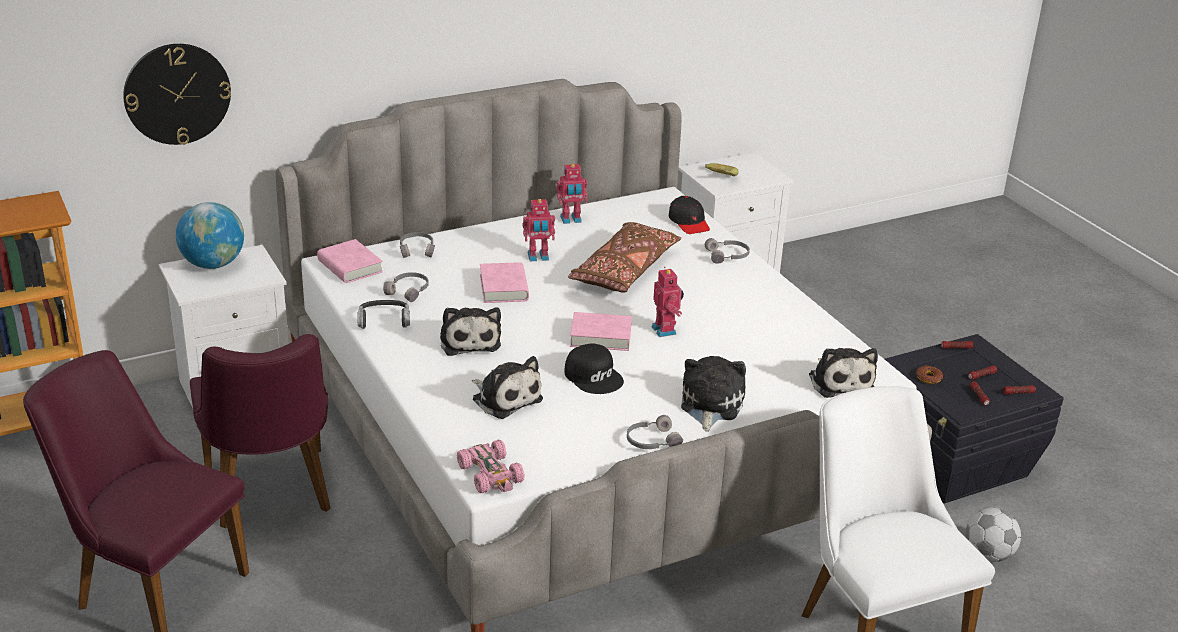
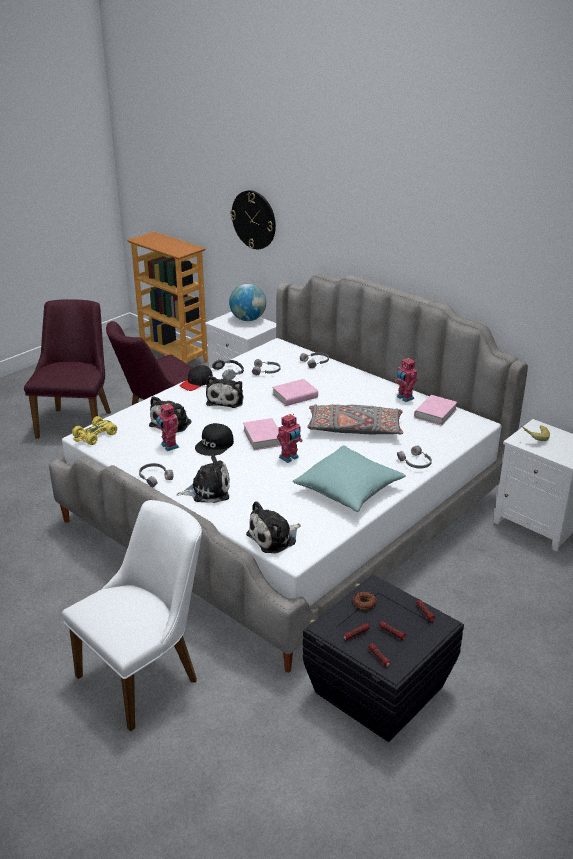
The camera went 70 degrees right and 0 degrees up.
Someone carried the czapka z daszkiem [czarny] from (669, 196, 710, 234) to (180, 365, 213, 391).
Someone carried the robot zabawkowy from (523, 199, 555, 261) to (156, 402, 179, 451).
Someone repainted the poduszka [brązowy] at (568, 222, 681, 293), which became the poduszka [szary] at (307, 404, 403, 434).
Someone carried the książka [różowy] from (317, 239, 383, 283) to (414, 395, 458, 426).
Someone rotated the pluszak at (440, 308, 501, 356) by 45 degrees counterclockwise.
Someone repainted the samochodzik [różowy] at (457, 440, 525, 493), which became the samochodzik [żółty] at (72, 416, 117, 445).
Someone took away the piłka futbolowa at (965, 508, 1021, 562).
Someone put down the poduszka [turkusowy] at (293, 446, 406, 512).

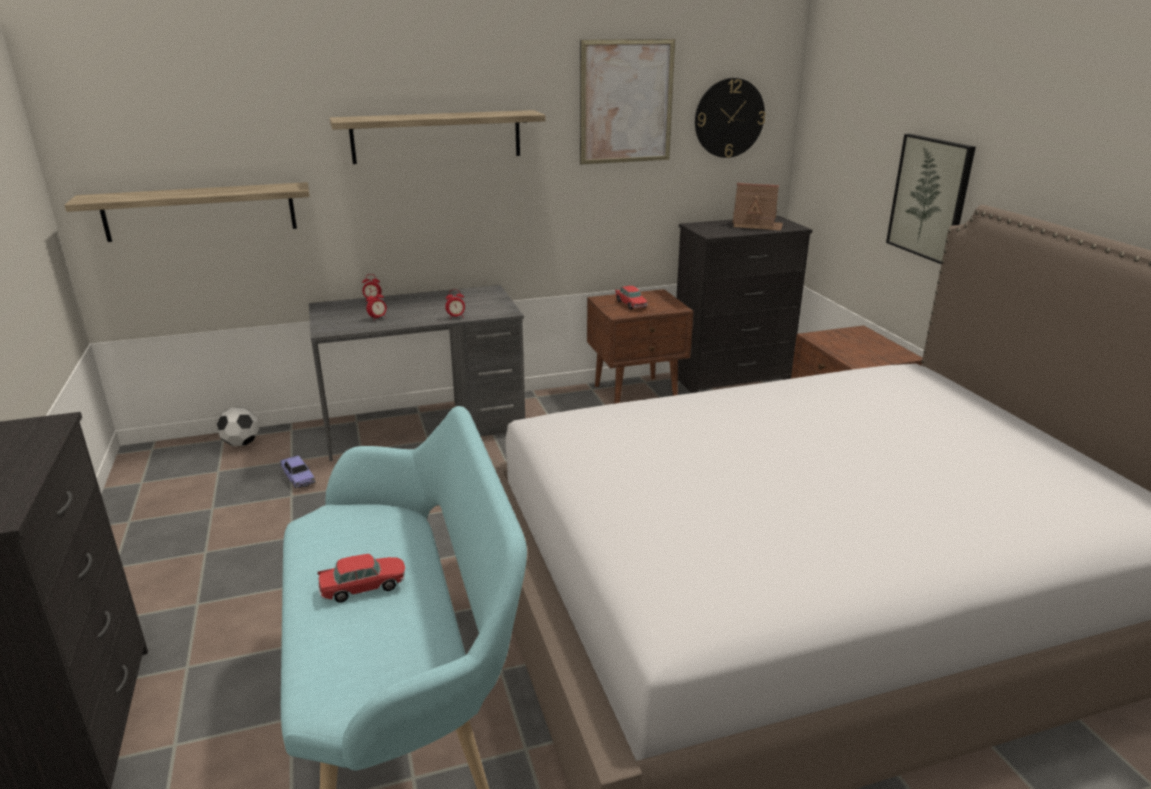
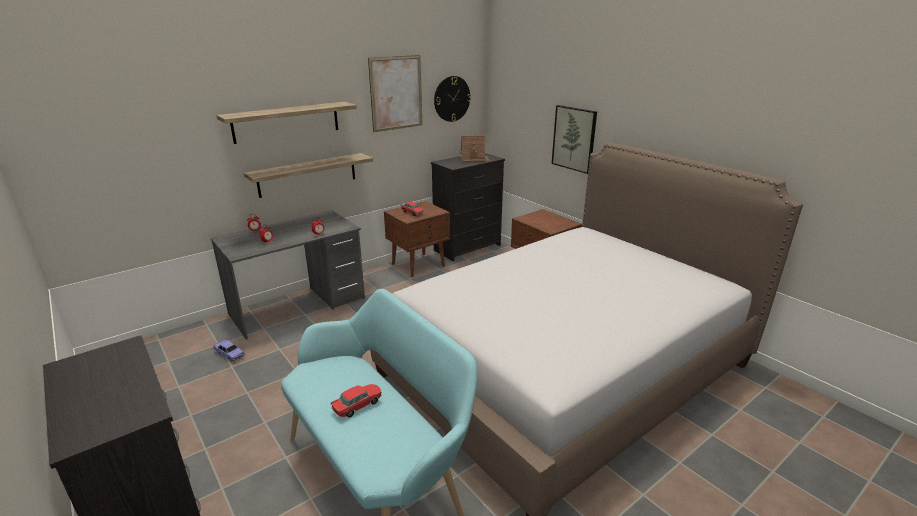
The camera went 20 degrees left and 0 degrees up.
Someone carried the półka from (64, 182, 310, 242) to (244, 153, 373, 198).
Someone took away the piłka futbolowa at (217, 407, 259, 446).

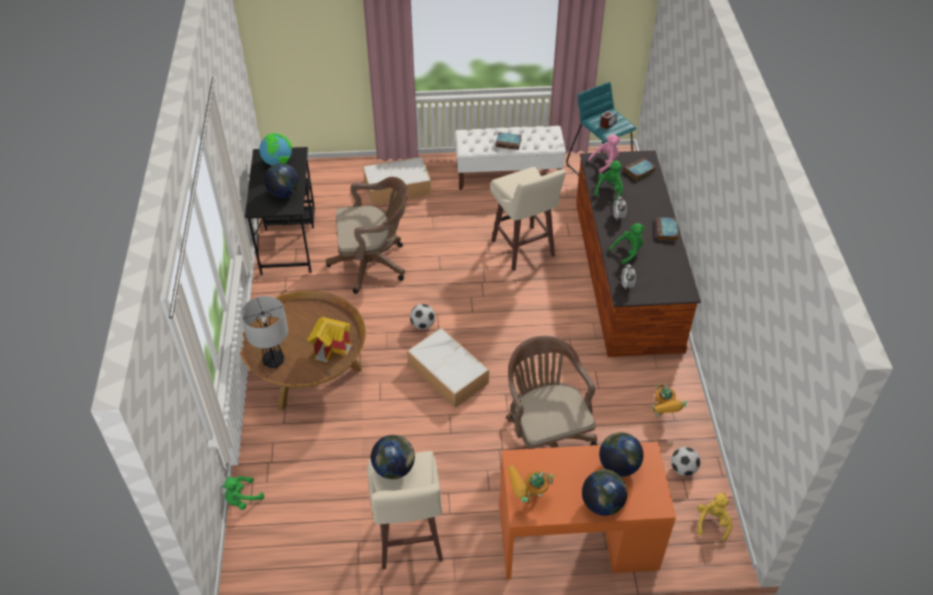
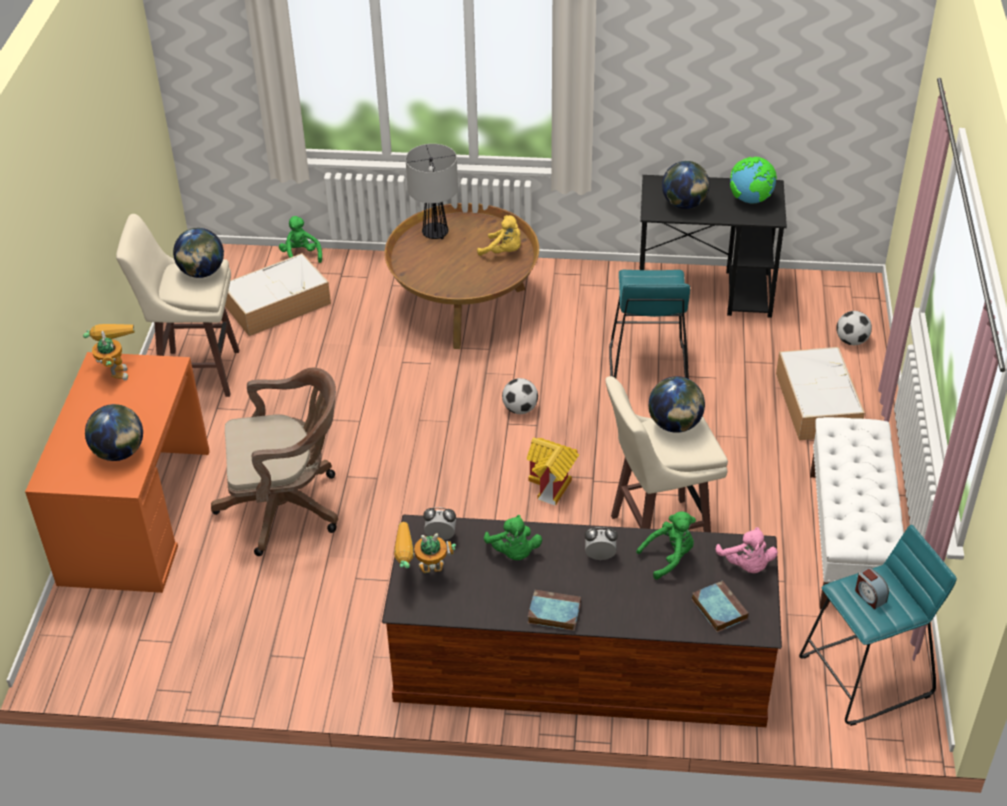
The camera went 100 degrees right and 5 degrees down.
Someone took away the książka at (495, 132, 522, 150).
Someone rotated the pluszak [zielony] at (594, 160, 624, 202) by 60 degrees counterclockwise.
Someone swapped the krzesło biurowe [brązowy] at (326, 177, 408, 294) for the stołek [turkusowy] at (609, 270, 690, 379).
Someone carried the domek from (307, 317, 351, 363) to (527, 437, 579, 506).
Someone carried the pojemnik do przechowywania from (407, 328, 489, 408) to (225, 253, 331, 336).
Someone carried the robot zabawkowy from (651, 384, 687, 417) to (394, 522, 456, 573).
Someone carried the piłka futbolowa from (671, 447, 701, 476) to (836, 311, 872, 345).
Someone carried the globus from (582, 469, 627, 516) to (648, 376, 705, 433).
Someone carried the pluszak [żółty] from (697, 492, 732, 542) to (477, 215, 521, 256).

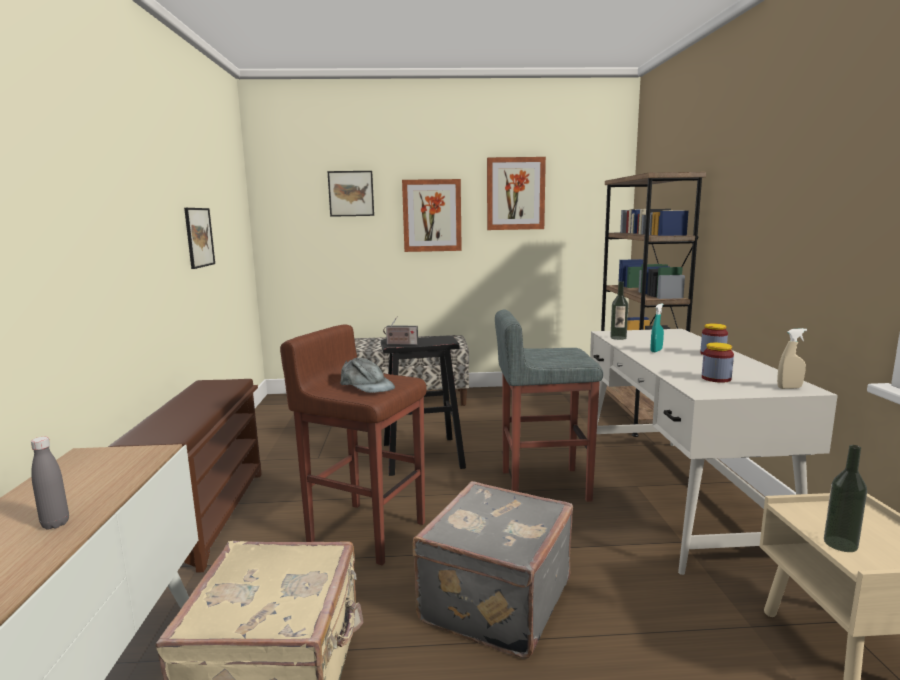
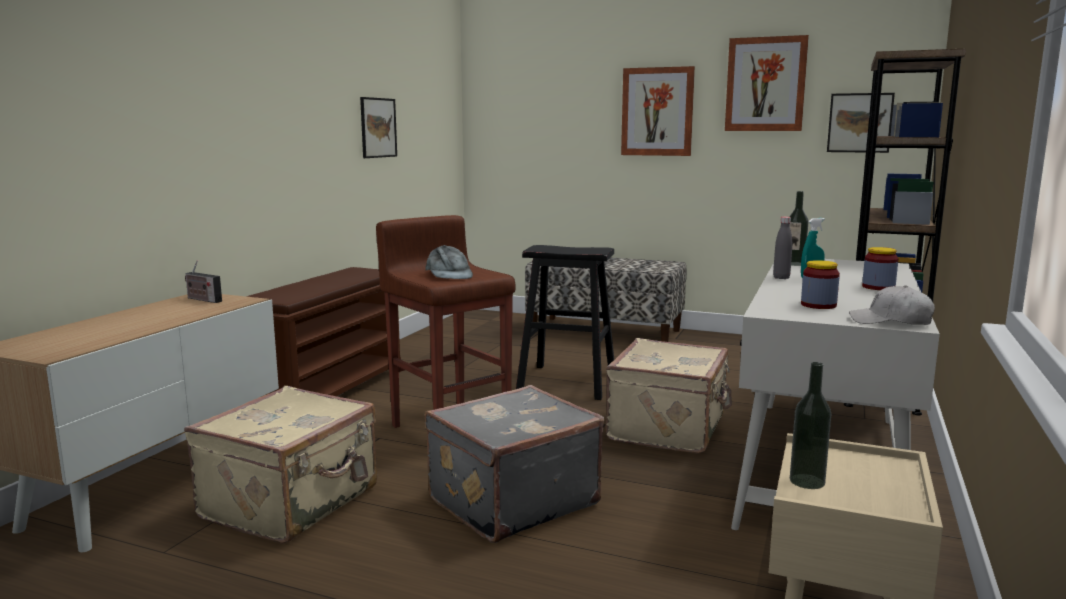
The camera went 25 degrees right and 0 degrees up.
Someone carried the obraz from (327, 171, 374, 217) to (827, 93, 895, 153).
Someone swapped the stołek [szary] at (495, 310, 603, 502) for the walizka [beżowy] at (605, 338, 732, 454).
Someone carried the radio from (383, 316, 418, 345) to (185, 260, 222, 303).
Someone swapped the spryskiwacz [beżowy] at (777, 328, 807, 389) for the czapka z daszkiem [biały] at (849, 285, 935, 325).
Someone carried the butelka [szary] from (31, 437, 69, 530) to (773, 217, 792, 279).

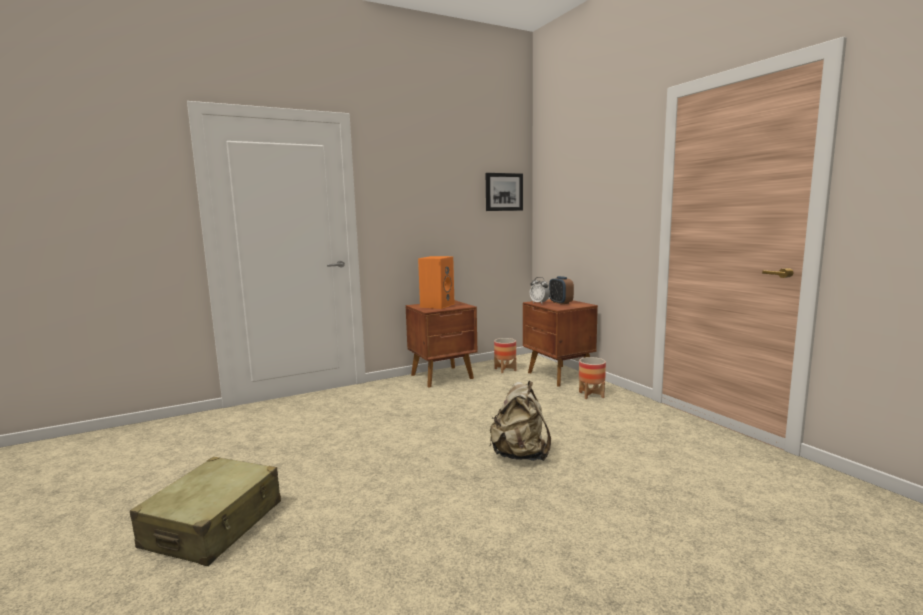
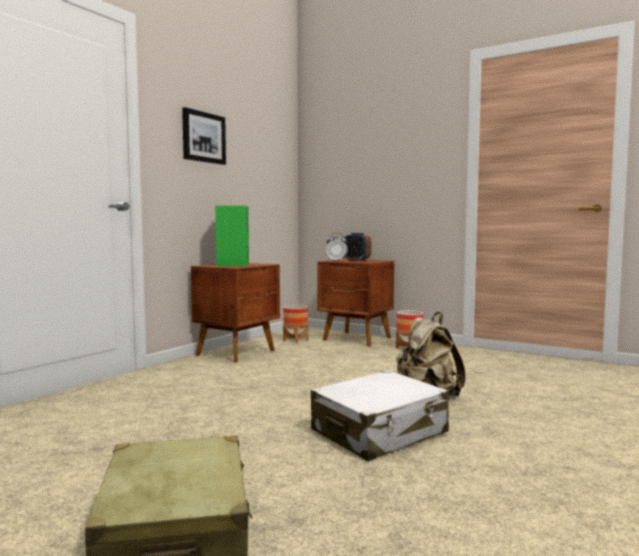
The camera went 30 degrees left and 5 degrees down.
Someone carried the obraz from (486, 173, 523, 211) to (182, 107, 226, 165).
Someone repainted the głośnik [pomarańczowy] at (418, 256, 455, 309), which became the głośnik [zielony] at (215, 206, 249, 266).
Someone put down the walizka [biały] at (311, 370, 449, 461).

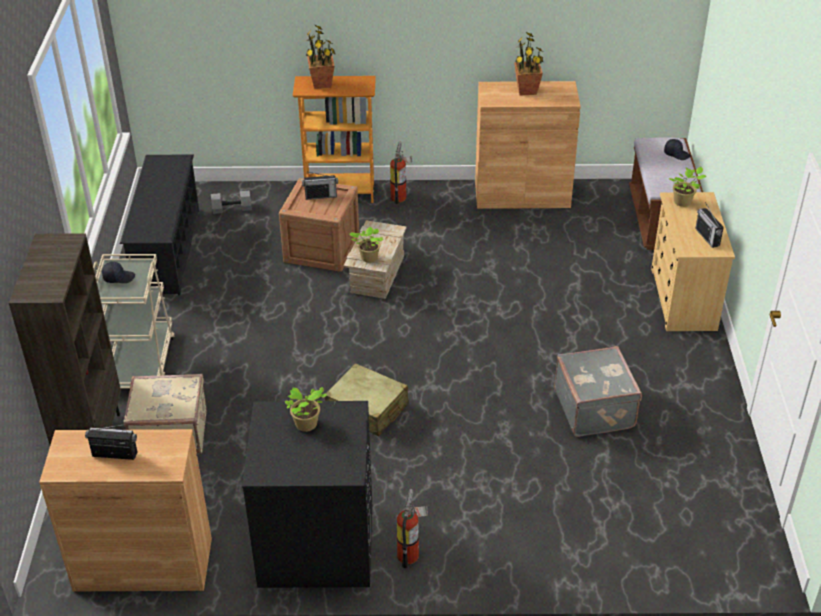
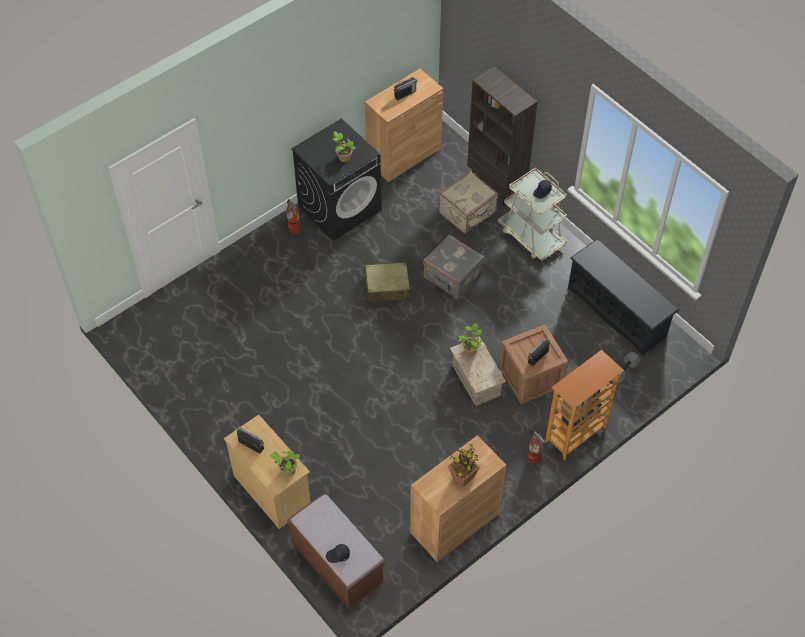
The camera went 140 degrees right and 15 degrees up.
Someone took away the roślina doniczkowa at (306, 25, 336, 89).
Someone carried the walizka [szary] from (554, 346, 642, 437) to (423, 235, 485, 300).

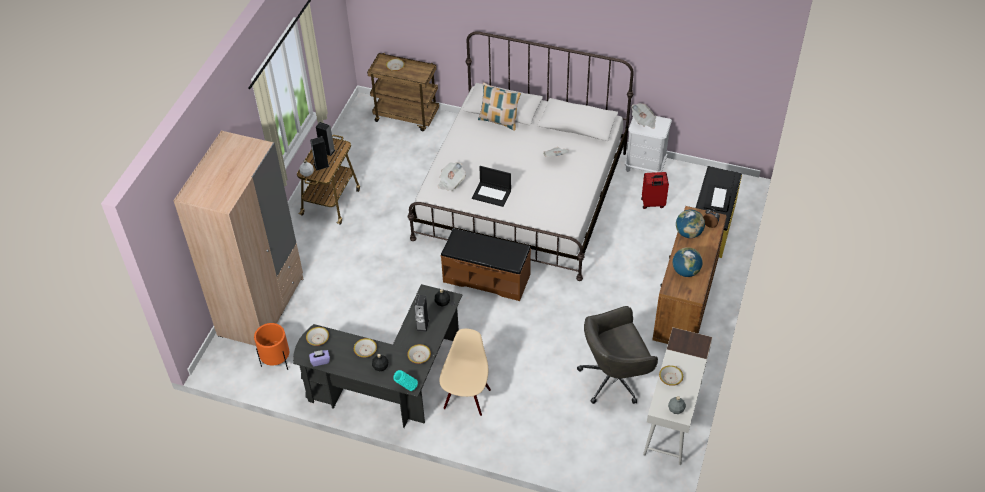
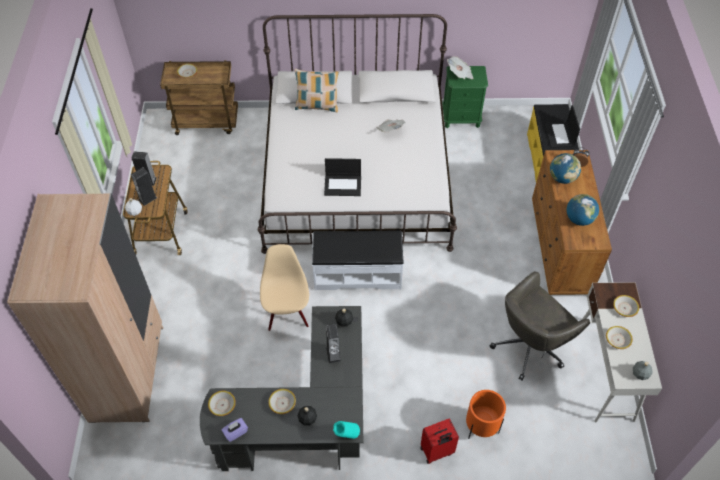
The camera went 20 degrees left and 5 degrees up.
Someone repainted the szafka nocna [biały] at (625, 116, 672, 173), which became the szafka nocna [zielony] at (442, 66, 488, 128).
Someone took away the gazeta at (438, 162, 466, 191).
Someone carried the walizka [czerwony] from (641, 172, 669, 209) to (420, 419, 459, 464).
Someone repainted the ławka [brązowy] at (441, 228, 531, 301), which became the ławka [biały] at (312, 230, 404, 290).
Someone carried the donica [pomarańczowy] from (254, 323, 289, 370) to (466, 390, 506, 439).
Someone carried the krzesło [beżowy] from (439, 329, 491, 416) to (260, 244, 309, 331).
Someone carried the miska from (407, 344, 431, 364) to (613, 295, 639, 317).

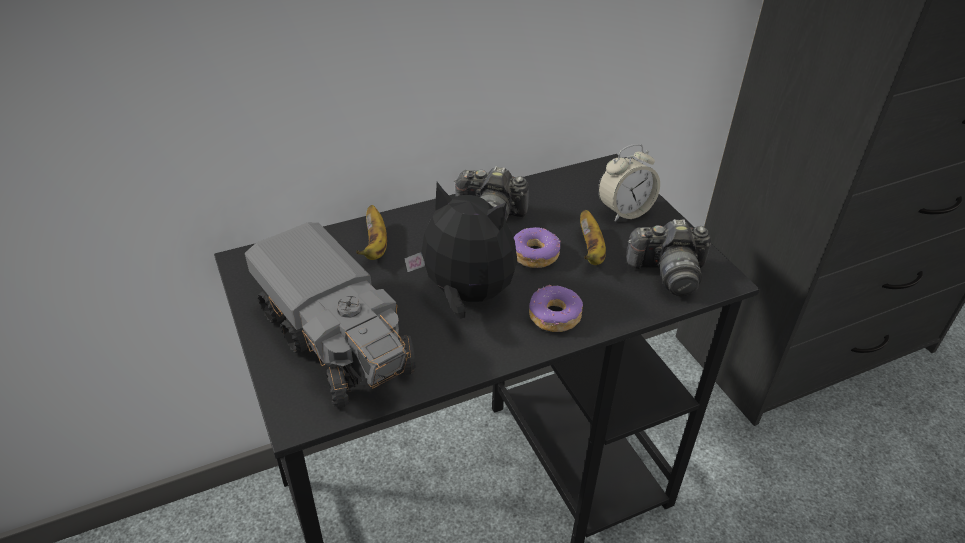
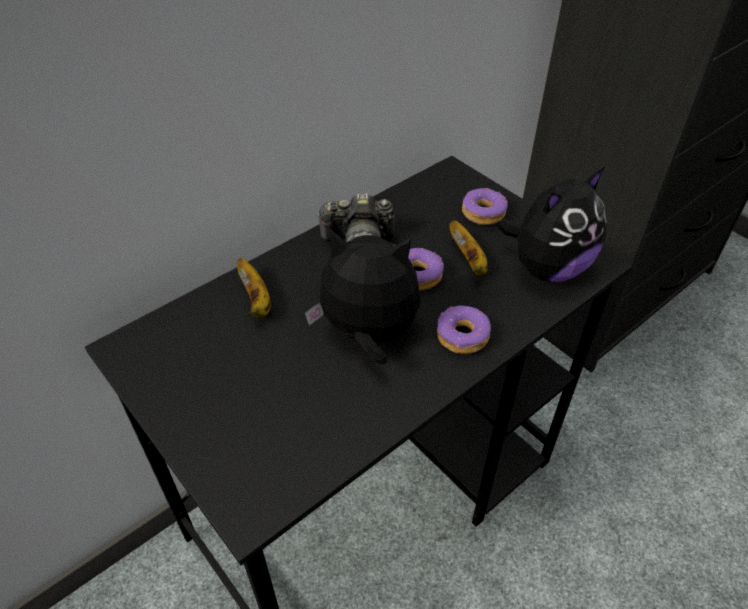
The camera went 15 degrees left and 5 degrees up.
Someone swapped the budzik at (598, 144, 660, 222) for the donut at (462, 188, 508, 225).
Someone swapped the aparat fotograficzny at (626, 219, 711, 296) for the pluszak at (498, 167, 607, 282).
Someone took away the ciężarówka zabawkowa at (245, 223, 416, 408).

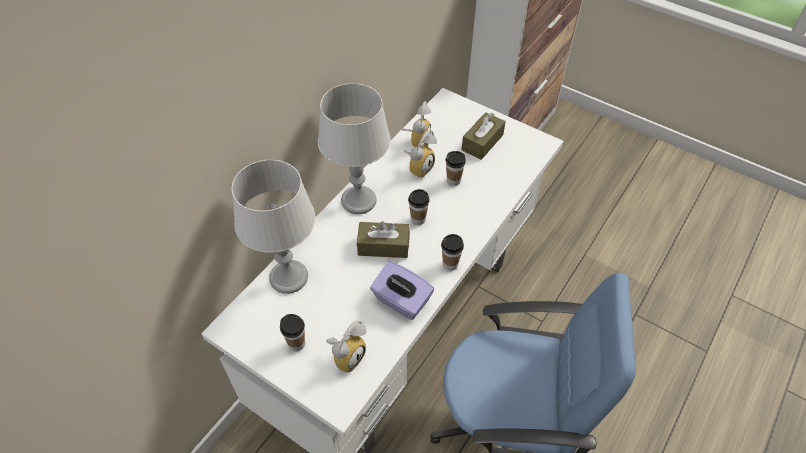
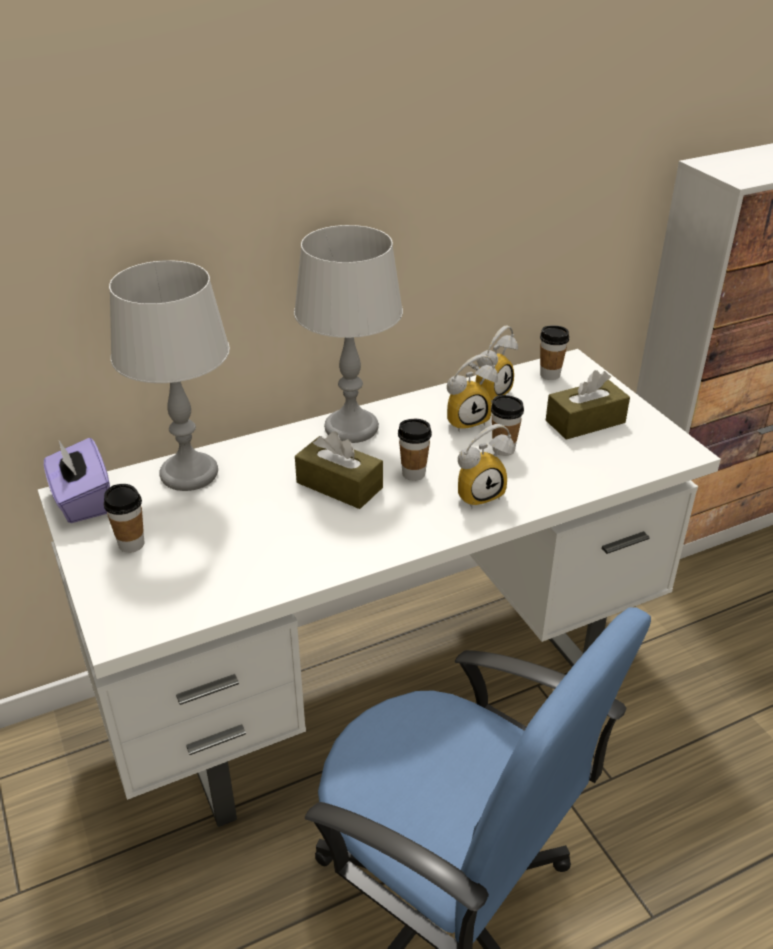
The camera went 30 degrees right and 15 degrees down.
Someone carried the filiżanka from (441, 234, 464, 271) to (540, 325, 569, 380).
Someone carried the pudełko chusteczek [fioletowy] from (370, 261, 434, 320) to (44, 438, 110, 523).
Someone carried the budzik from (326, 321, 367, 373) to (458, 424, 514, 508).

